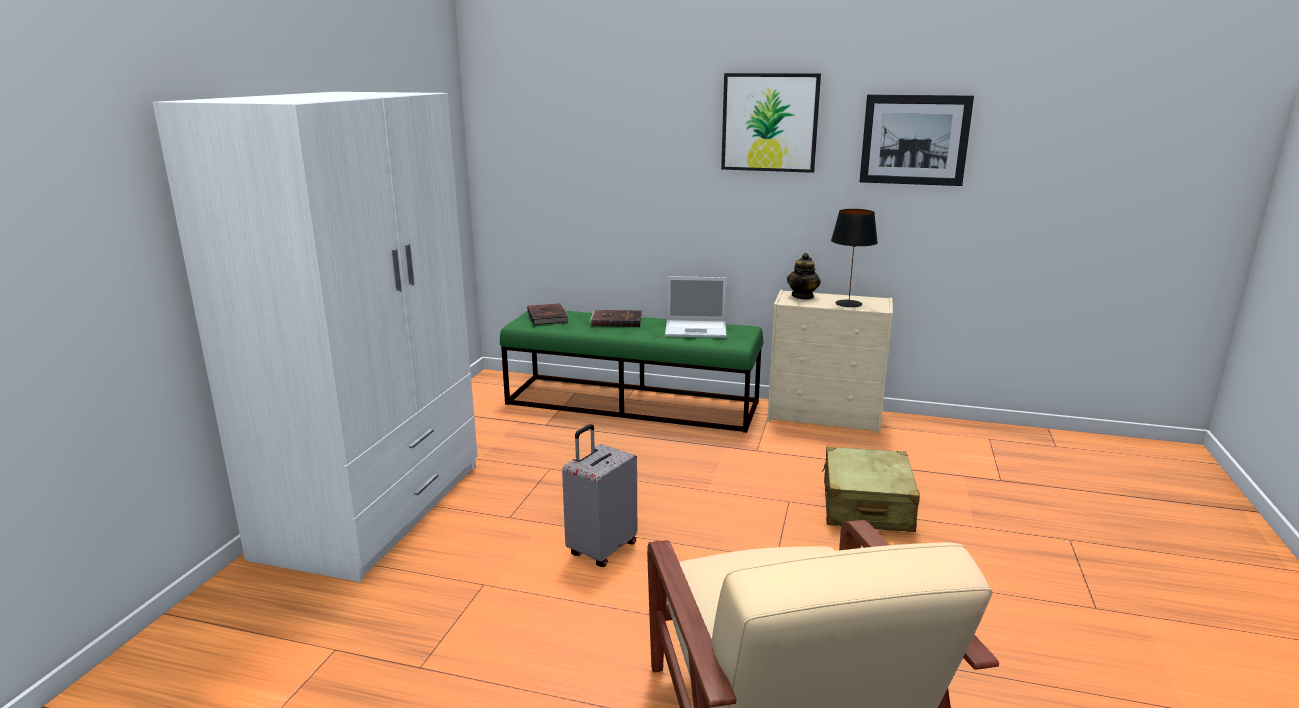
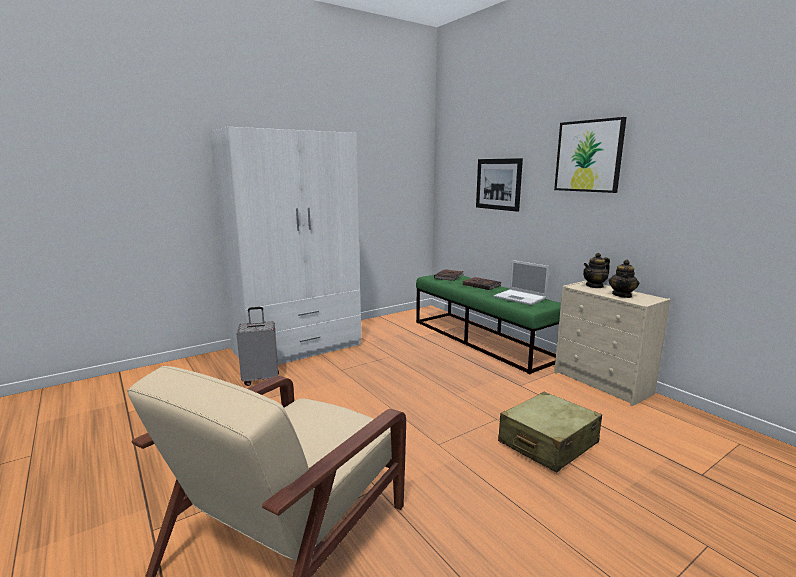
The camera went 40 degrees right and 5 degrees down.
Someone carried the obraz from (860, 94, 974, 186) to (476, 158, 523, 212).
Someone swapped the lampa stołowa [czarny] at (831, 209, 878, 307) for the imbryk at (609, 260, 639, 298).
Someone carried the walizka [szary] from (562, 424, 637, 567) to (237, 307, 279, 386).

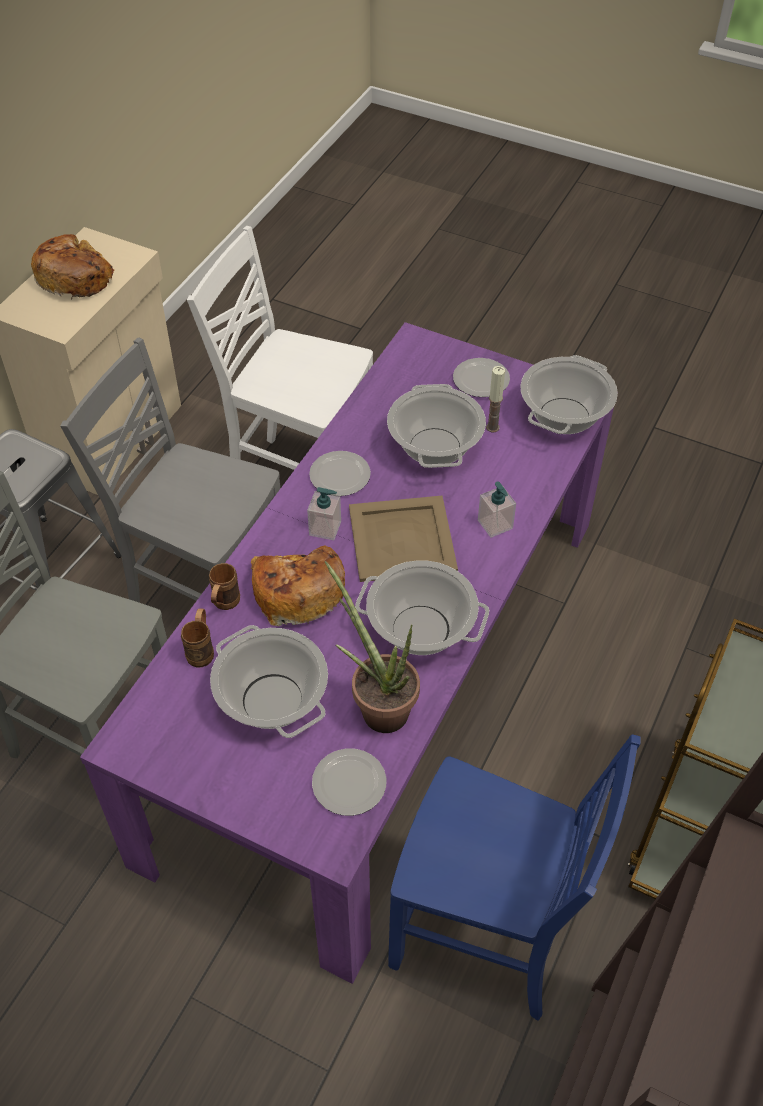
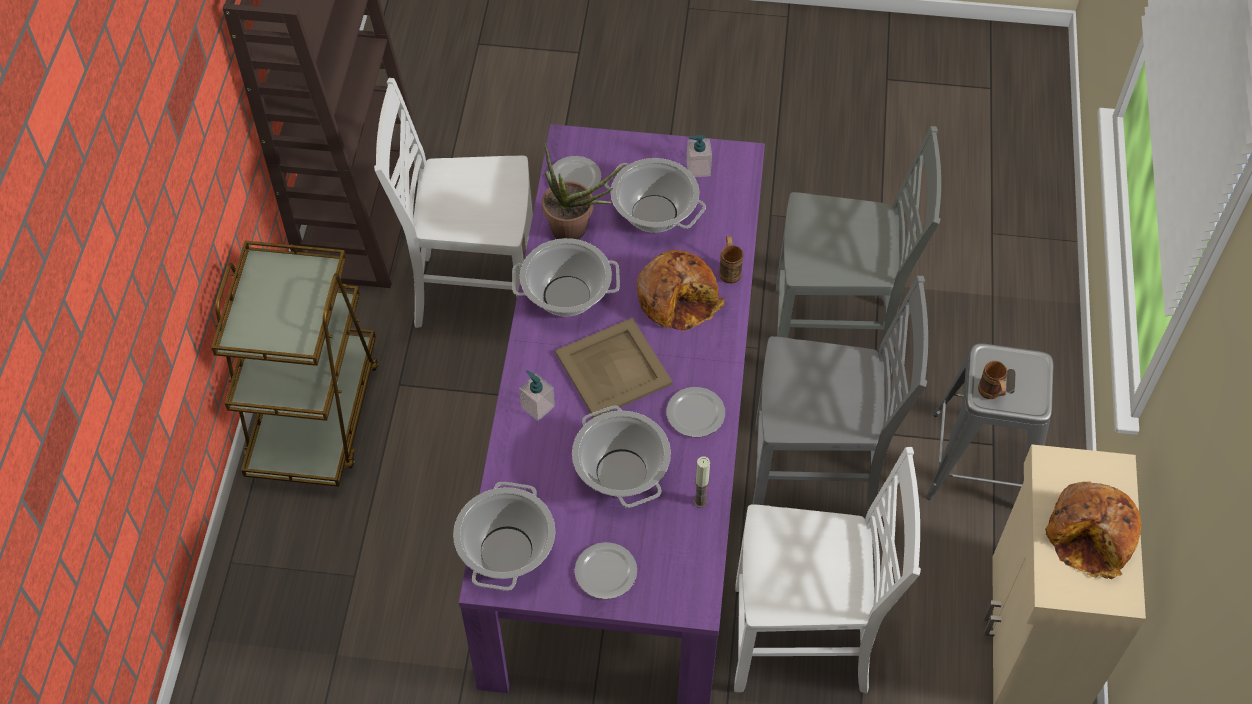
The camera went 160 degrees right and 5 degrees up.
Someone carried the świeca from (486, 366, 505, 432) to (694, 457, 710, 508).
Someone carried the dozownik mydła from (307, 487, 341, 540) to (686, 135, 712, 177).
Someone carried the kubek [brązowy] from (181, 608, 214, 667) to (978, 361, 1007, 399).
Someone repainted the krzesło [niebieski] at (388, 735, 641, 1021), which became the krzesło [biały] at (374, 78, 533, 328).

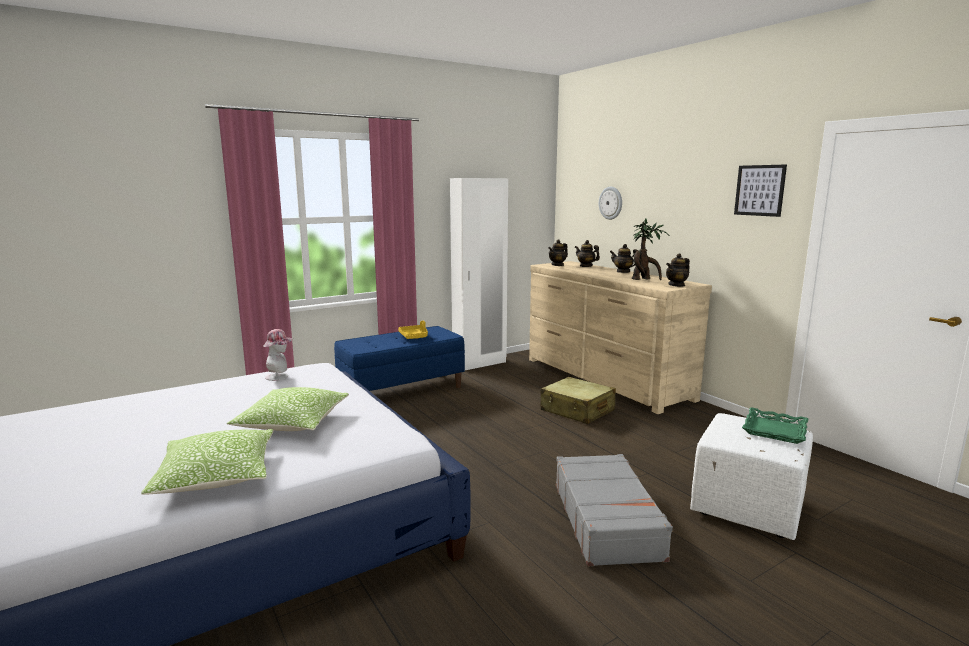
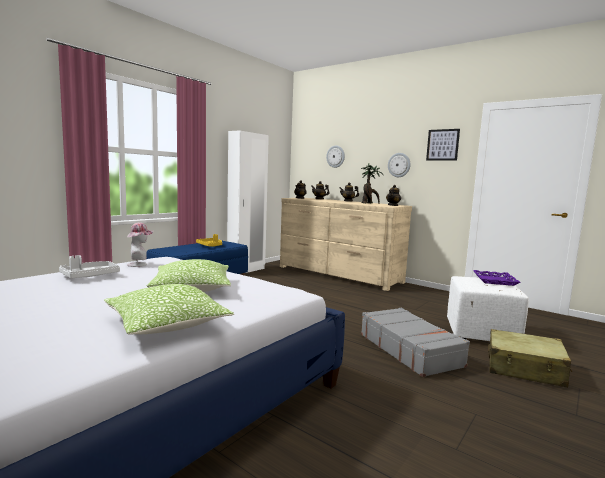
The camera went 20 degrees left and 5 degrees down.
Someone carried the walizka [beżowy] from (540, 377, 616, 424) to (488, 329, 572, 388).
Someone repainted the taca [zielony] at (742, 407, 808, 444), which became the taca [fioletowy] at (473, 270, 520, 286).
Someone put up the zegar ścienny at (388, 153, 411, 177).
Someone put down the taca [biały] at (59, 255, 120, 279).

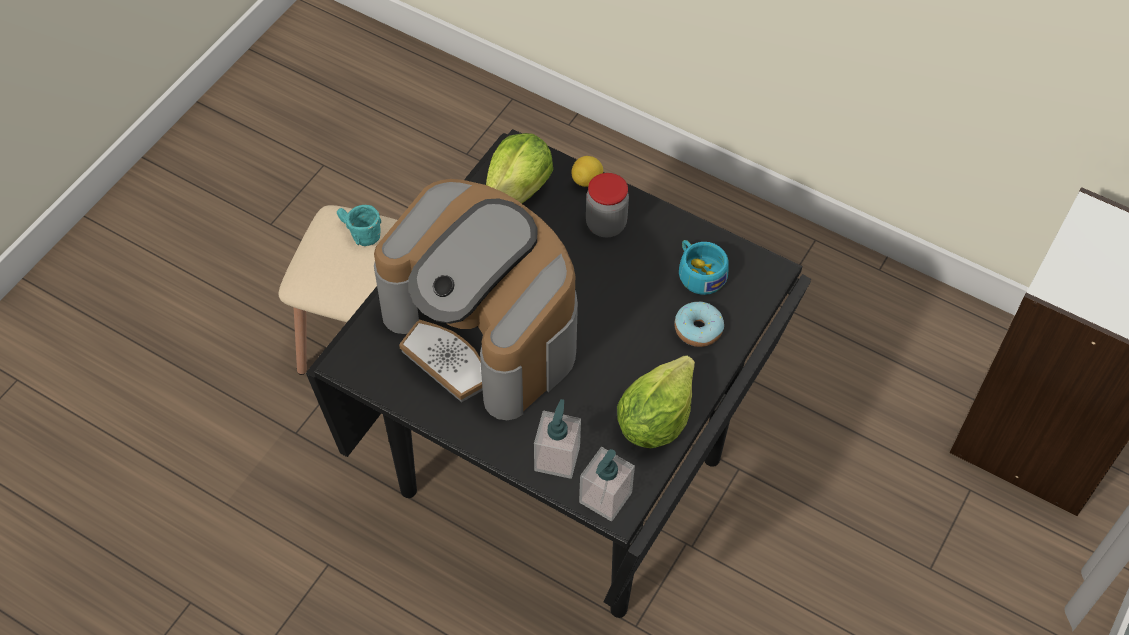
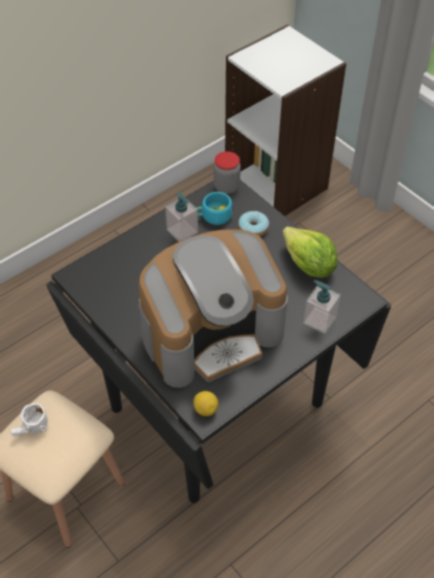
The camera went 70 degrees left and 5 degrees down.
Someone took away the sałata at (486, 133, 553, 203).
Someone carried the cytryna from (572, 156, 603, 187) to (193, 391, 219, 416).
Someone carried the słoik from (586, 173, 629, 237) to (214, 151, 241, 194).
Someone repainted the kubek [turkusowy] at (337, 205, 381, 246), which became the kubek [biały] at (10, 403, 48, 436).
Someone carried the dozownik mydła from (579, 447, 635, 522) to (165, 192, 198, 242).

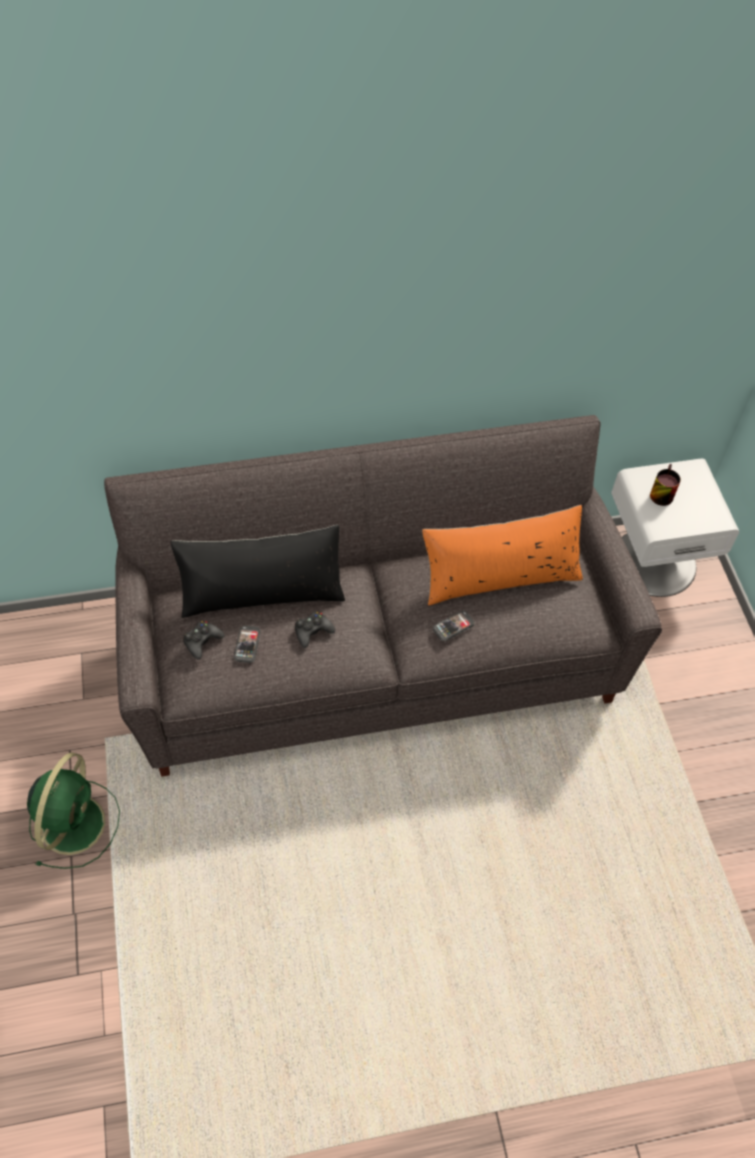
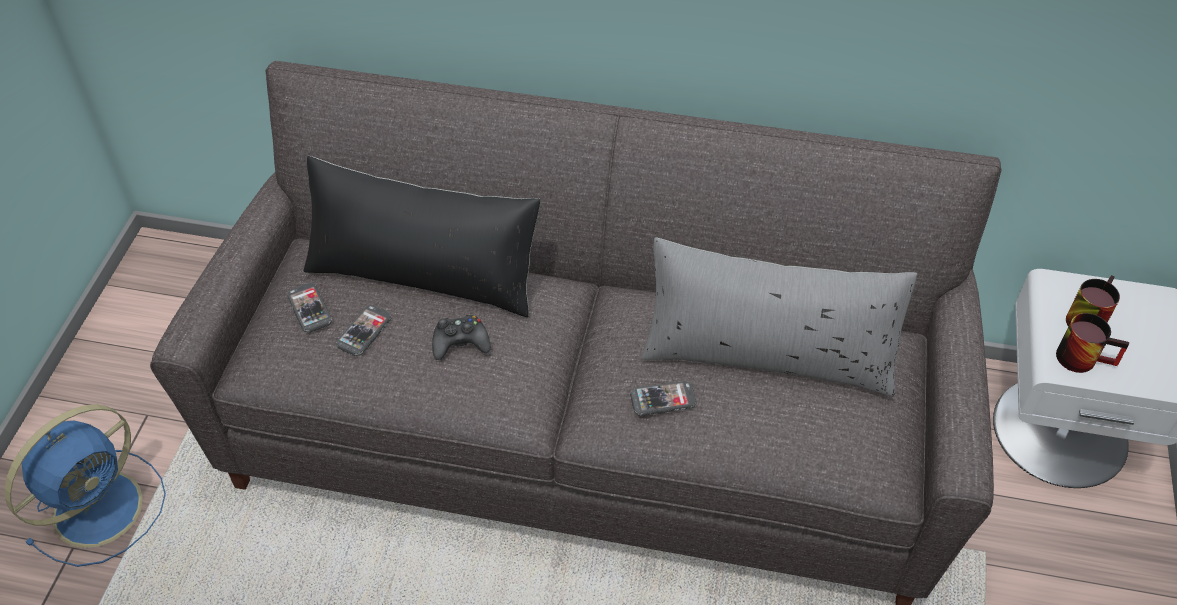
The camera went 25 degrees right and 5 degrees down.
Someone repainted the poduszka [pomarańczowy] at (422, 505, 583, 605), which became the poduszka [szary] at (641, 238, 917, 396).
Someone swapped the pad do gier [czarny] at (183, 621, 224, 660) for the telefon at (287, 283, 332, 333).
Someone repainted the wentylator [zielony] at (27, 753, 120, 869), which became the wentylator [niebieski] at (4, 405, 166, 567).
Someone put down the kubek at (1056, 313, 1129, 373).

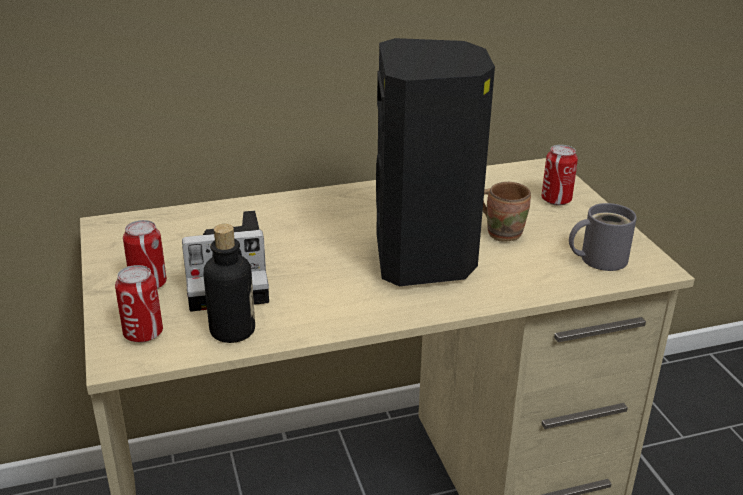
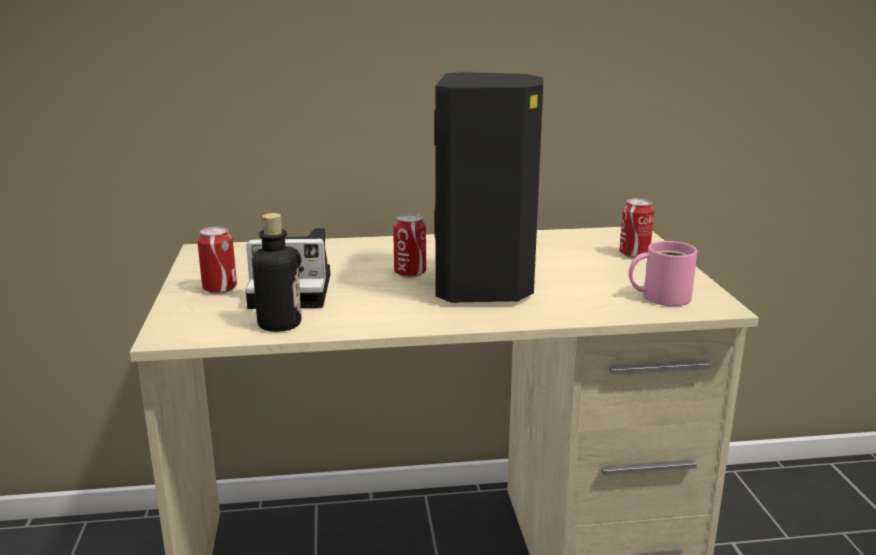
The camera went 10 degrees right and 10 degrees down.
Someone took away the kubek [brązowy] at (483, 182, 531, 241).
Someone repainted the kubek [szary] at (569, 203, 637, 271), which became the kubek [różowy] at (629, 241, 697, 306).
Someone carried the puszka from (115, 265, 163, 342) to (394, 214, 426, 278).

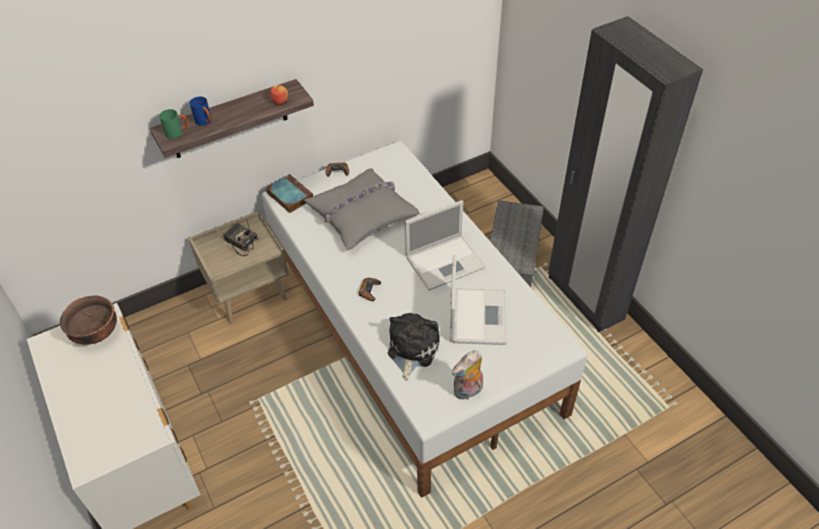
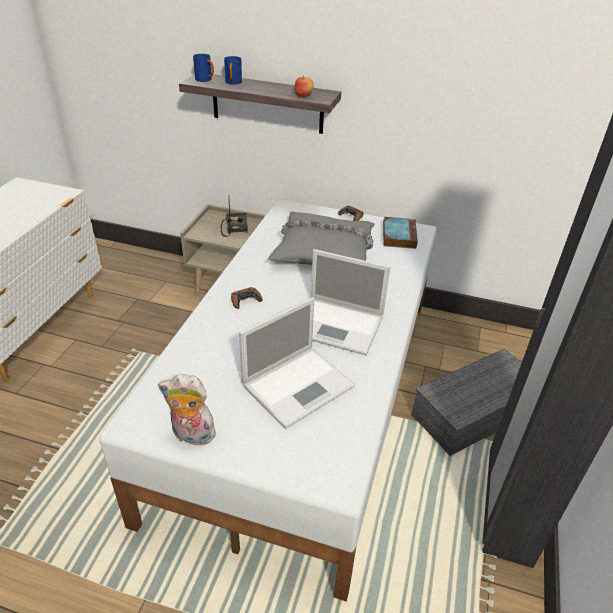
The camera went 45 degrees right and 10 degrees down.
Someone repainted the kubek [zielony] at (159, 109, 188, 139), which became the kubek [niebieski] at (193, 54, 214, 82).
Someone carried the książka from (266, 174, 313, 213) to (383, 217, 418, 249).
Someone took away the miska [brązowy] at (60, 295, 117, 345).
Someone took away the pluszak at (388, 313, 440, 380).

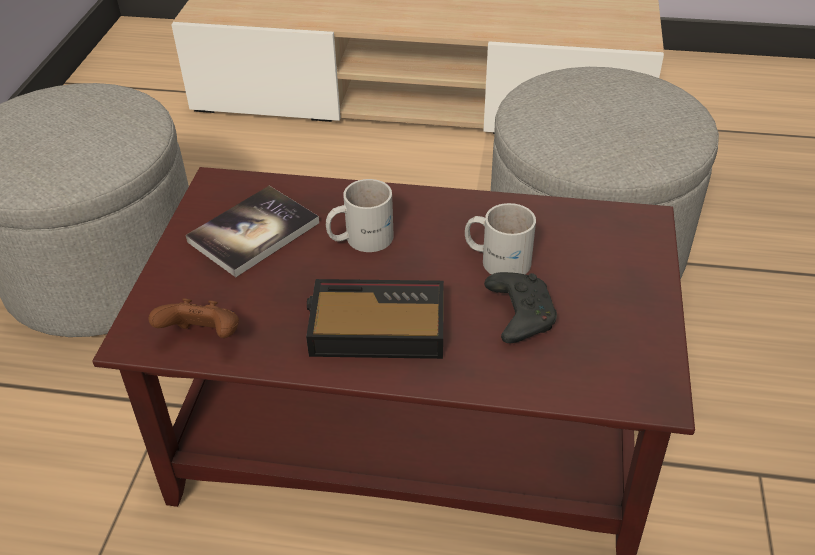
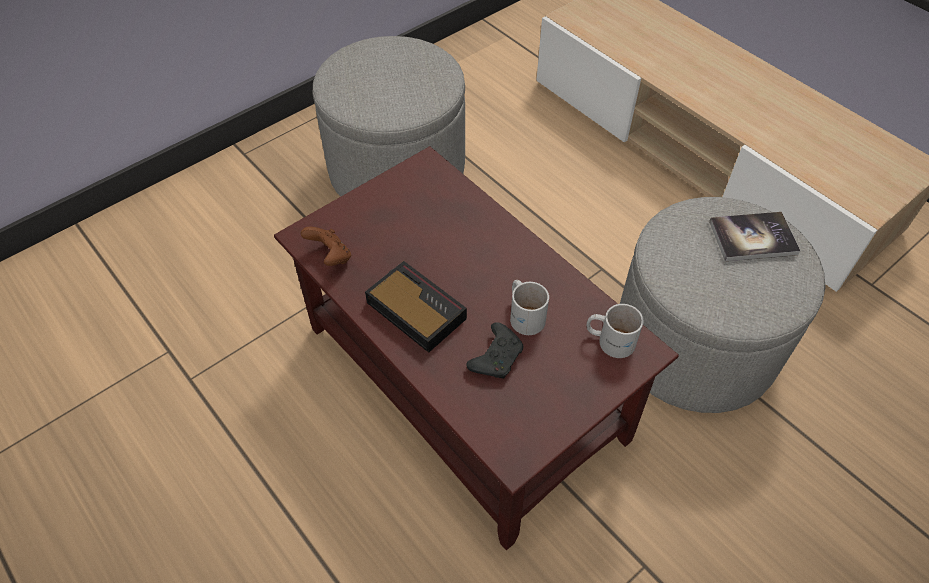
The camera went 40 degrees right and 10 degrees up.
Someone carried the kubek [biały] from (326, 179, 394, 252) to (586, 304, 644, 358).
Someone carried the książka from (186, 186, 319, 277) to (709, 212, 800, 261).

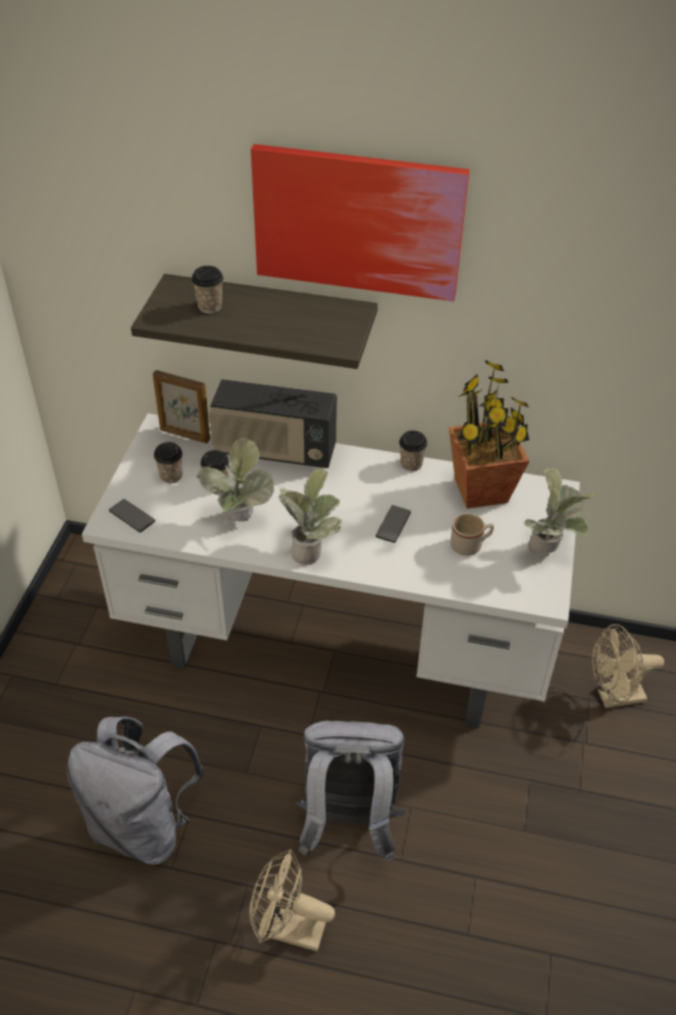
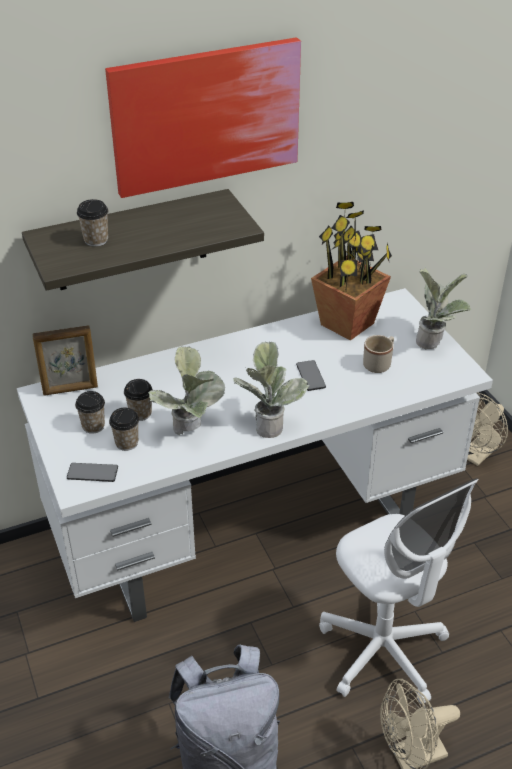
The camera went 35 degrees left and 5 degrees down.
Someone took away the radio at (209, 379, 337, 468).
Someone carried the filiżanka from (399, 431, 427, 472) to (109, 408, 139, 451).
Someone swapped the plecak [szary] at (295, 721, 405, 863) for the krzesło biurowe [biały] at (319, 478, 479, 704).

